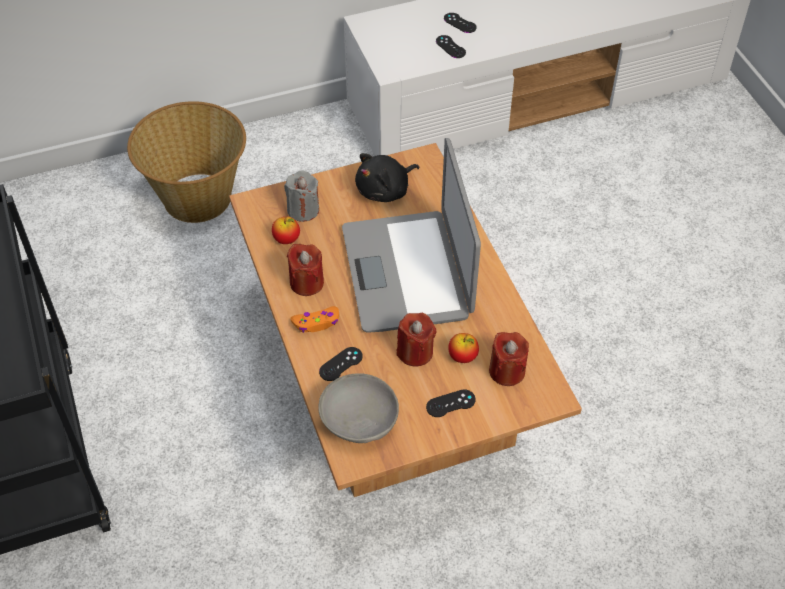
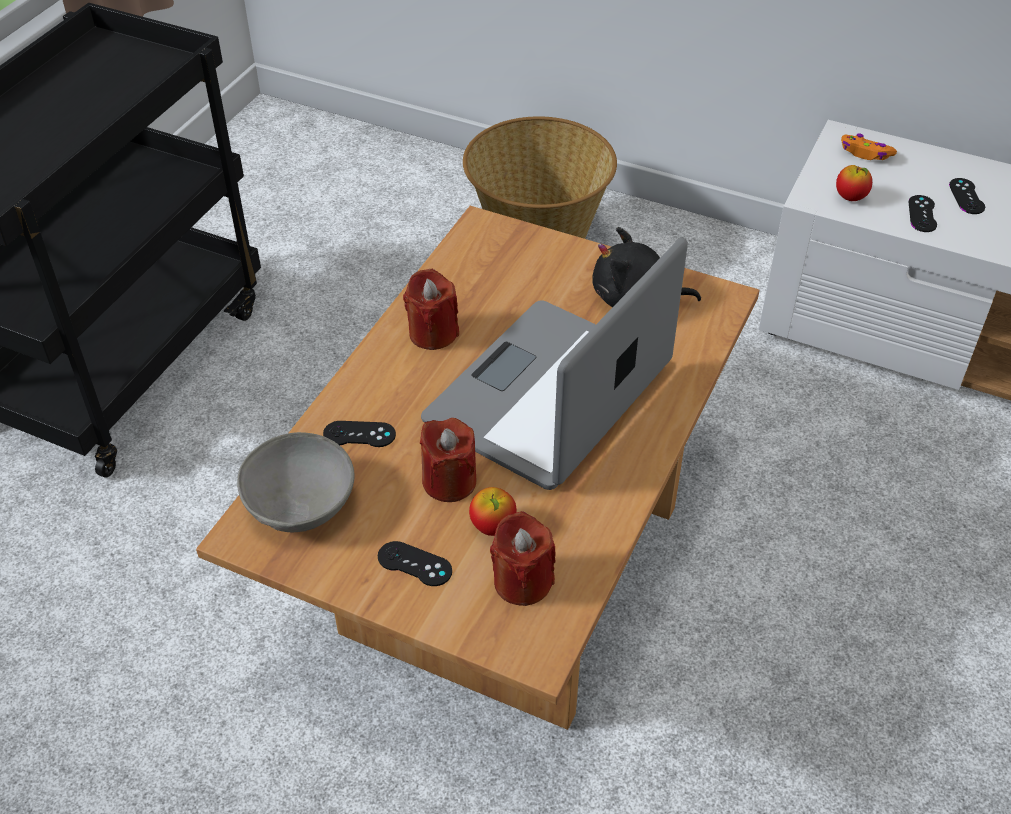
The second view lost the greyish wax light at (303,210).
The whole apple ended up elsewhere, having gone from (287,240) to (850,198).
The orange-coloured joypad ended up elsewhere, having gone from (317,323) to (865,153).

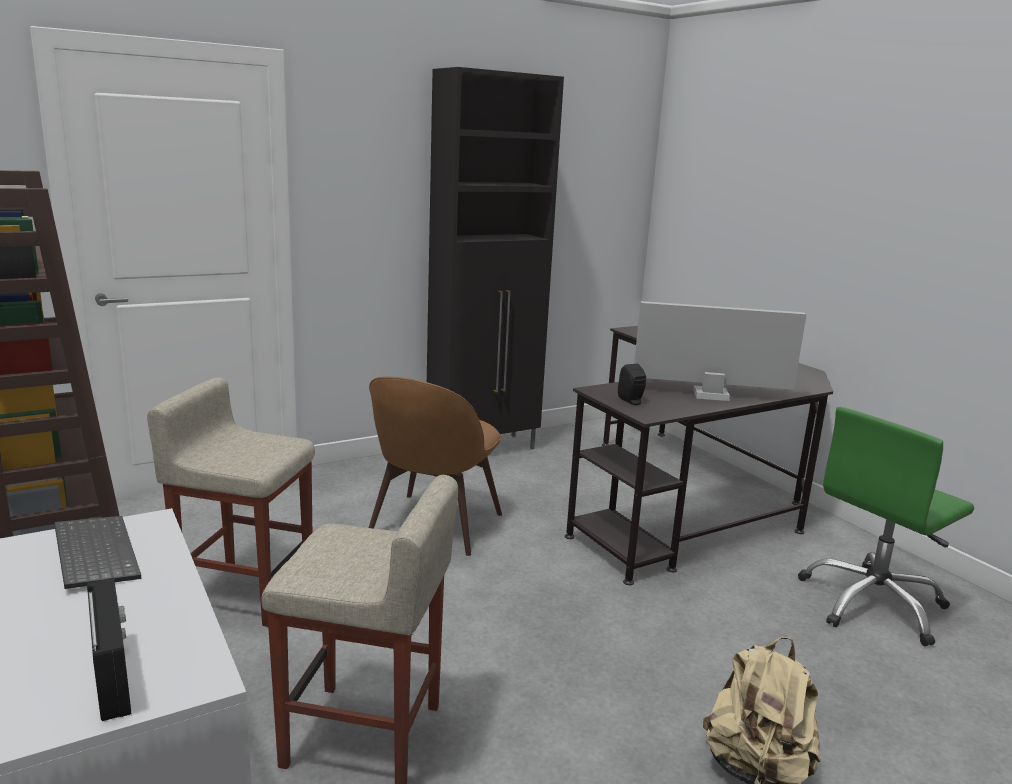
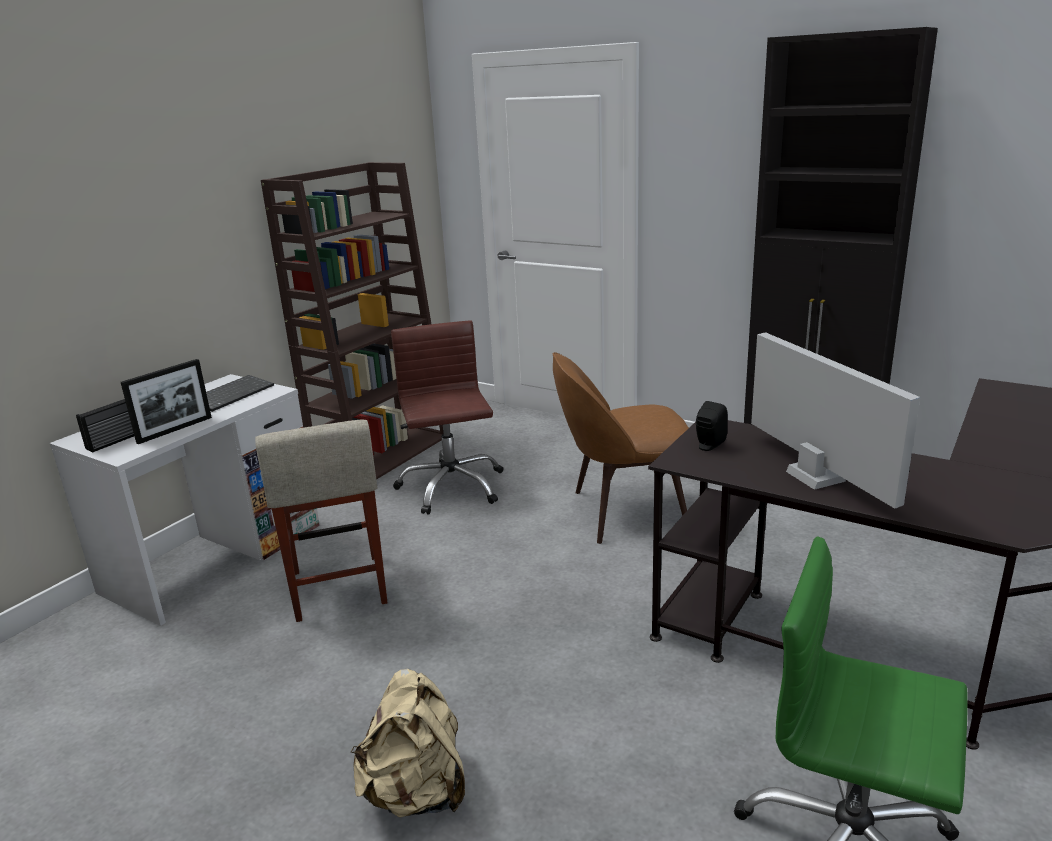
The second view gained the picture frame at (175,430).
Where the beige-coloured stool stood at (245,592), the brownish computer chair came to stand at (451,487).

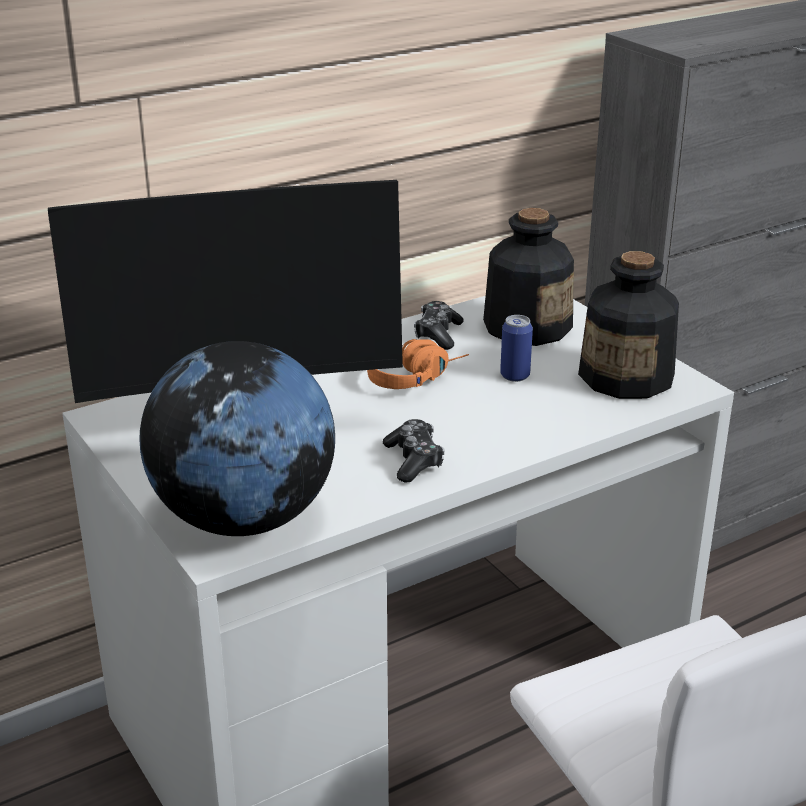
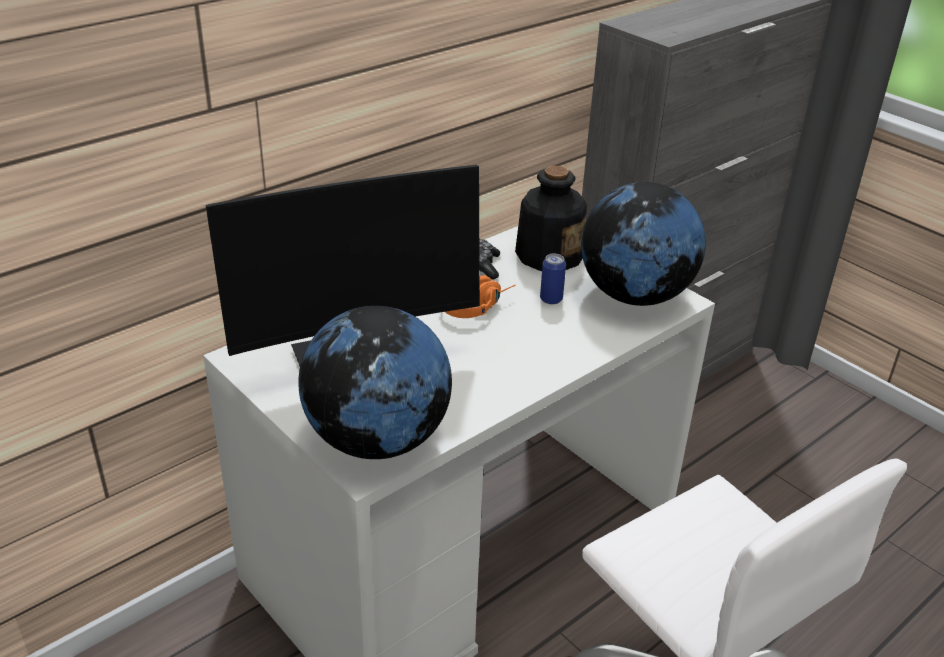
The second view lost the joypad at (414,460).
Where the bottle stood at (627,377), the desk globe came to stand at (634,295).

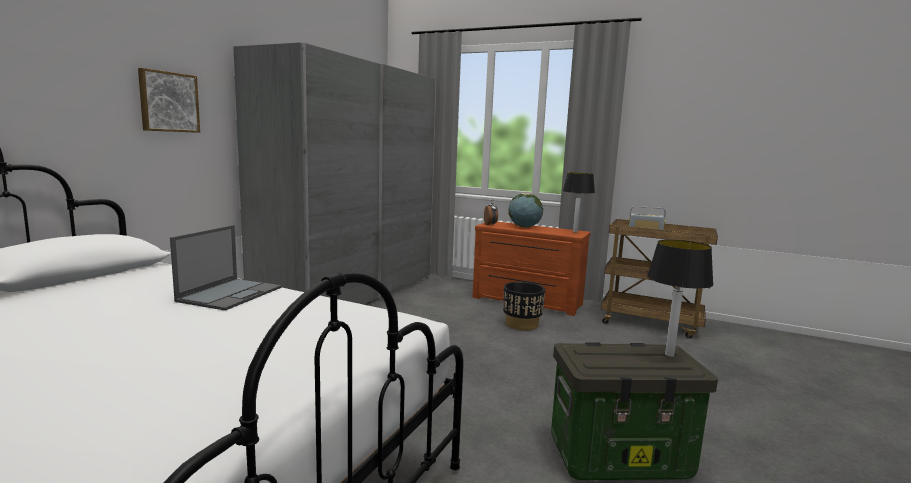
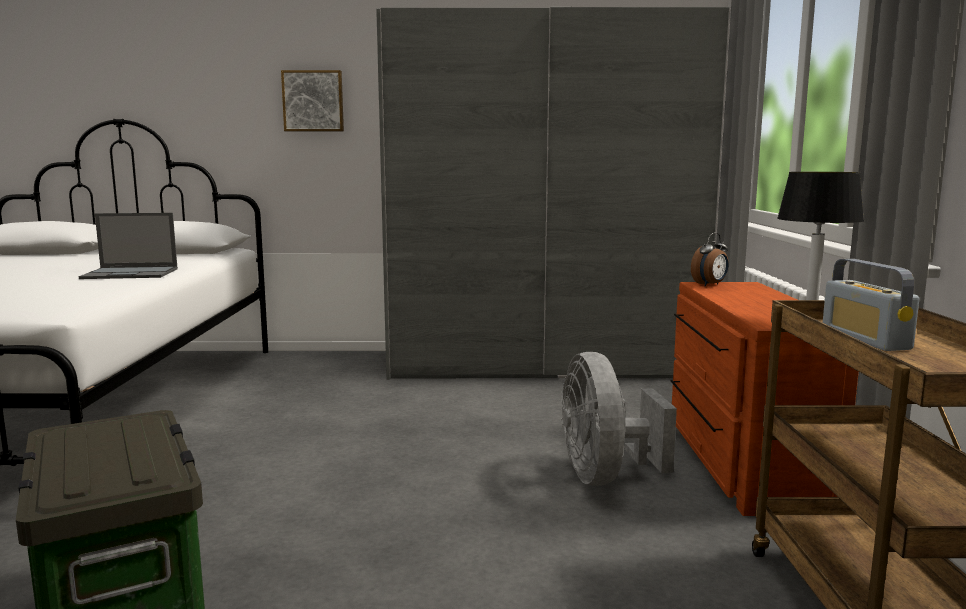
The second view lost the desk globe at (524,227).
The second view lost the lamp for a table at (669,355).
Where the blackish flower pot stood at (522,324), the greyish cooling fan came to stand at (605,476).

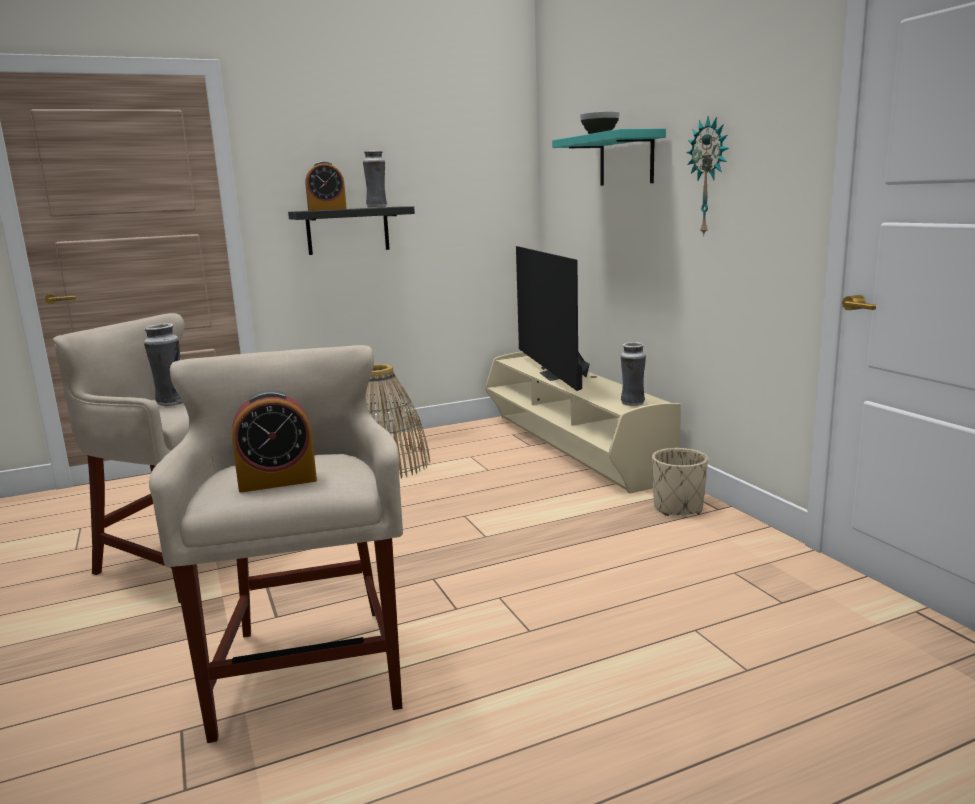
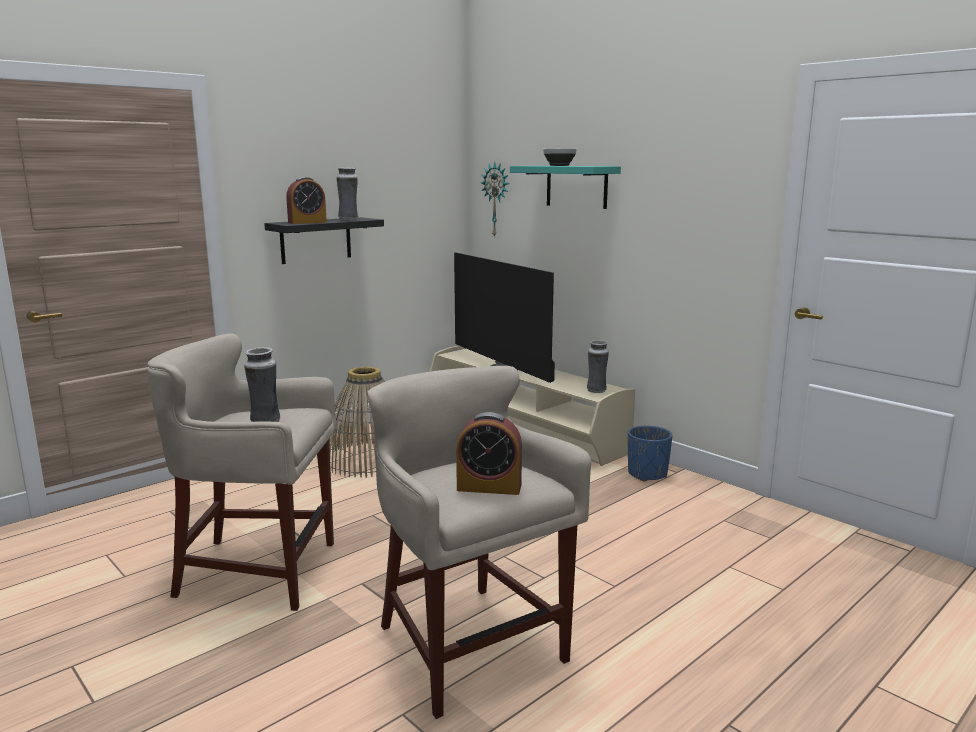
The wall clock ended up elsewhere, having gone from (709,177) to (496,200).
What was the beige-coloured flower pot at (678,508) turned into the blue-coloured flower pot at (647,474).
The bedside clock at (277,481) ended up facing another way, 45 degrees clockwise from before.

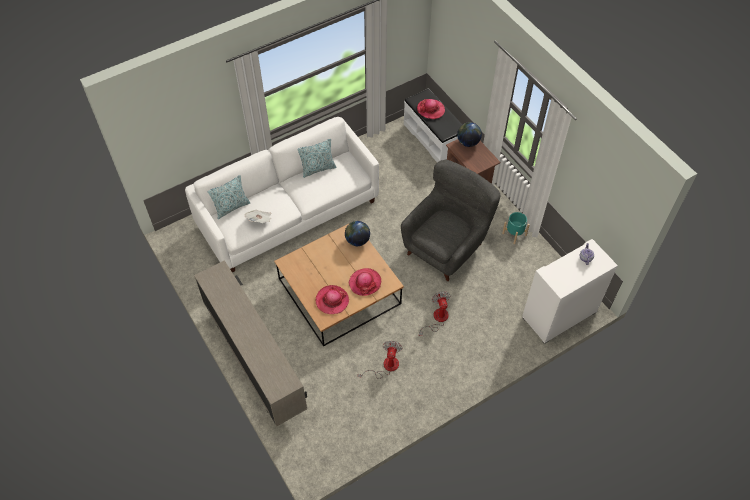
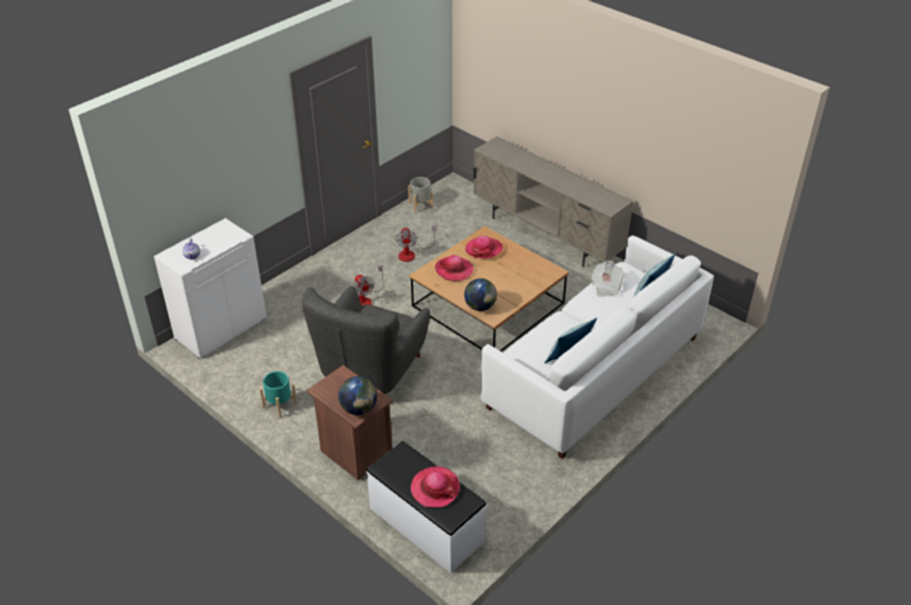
The second view gained the greyish flower pot at (420,206).

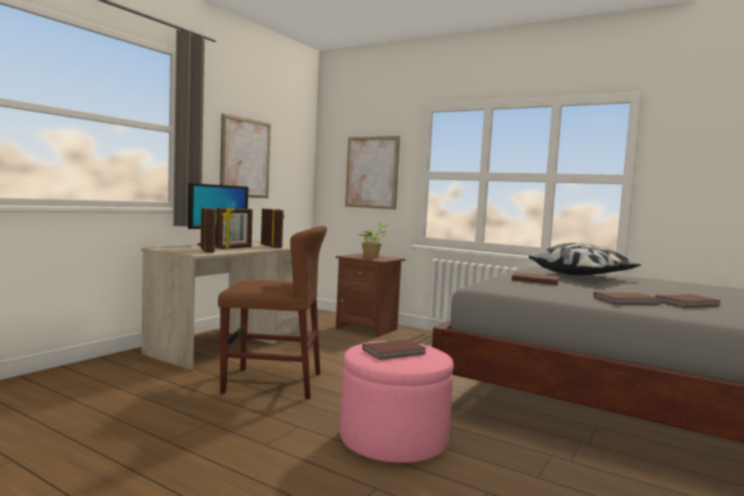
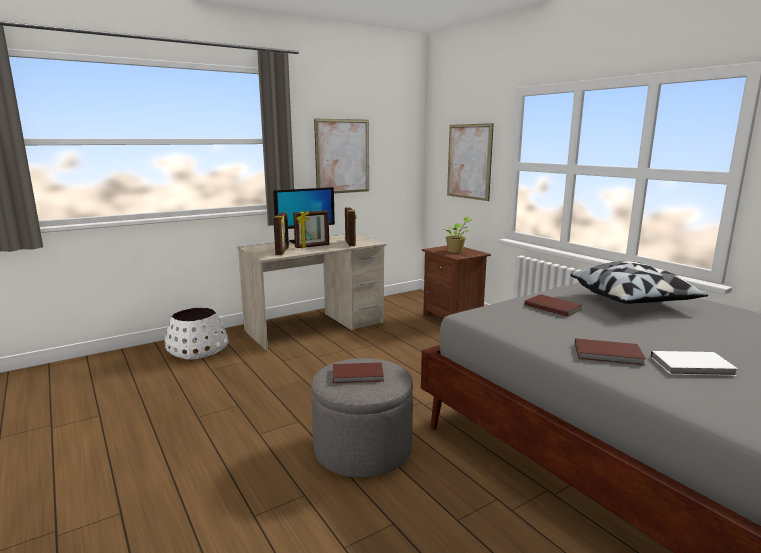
The second view lost the brownish upright chair at (273,383).
The second view gained the whitish flower pot at (197,350).
What was the pink ottoman at (393,439) turned into the greyish ottoman at (362,449).
What was the brownish book at (689,303) turned into the whitish book at (693,366).

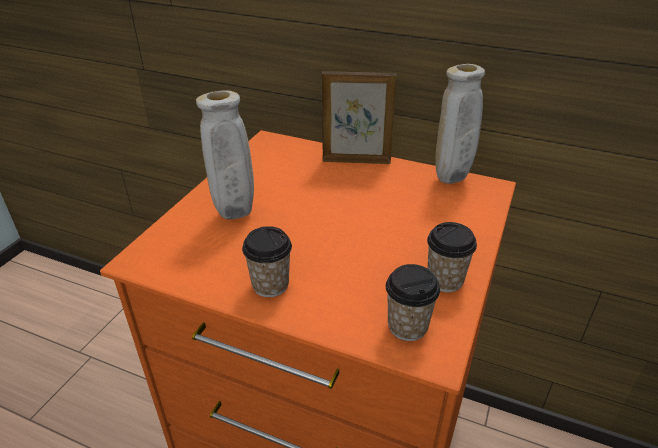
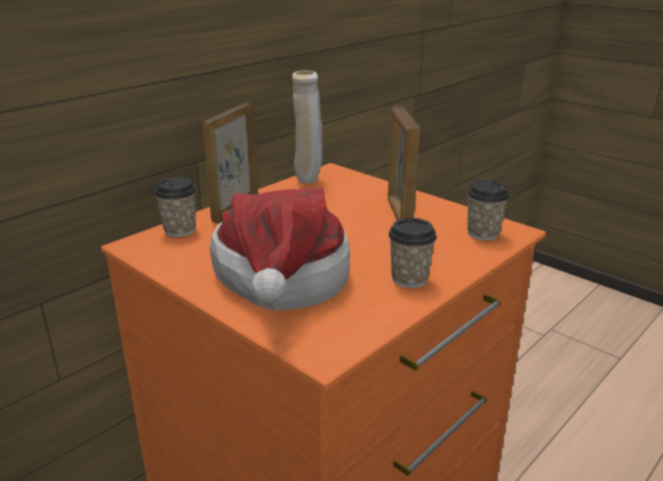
The second view gained the picture frame at (399,215).
The cup ended up elsewhere, having gone from (445,280) to (180,230).
Where the beige-coloured vase stood at (235,215), the clothing hat came to stand at (280,283).

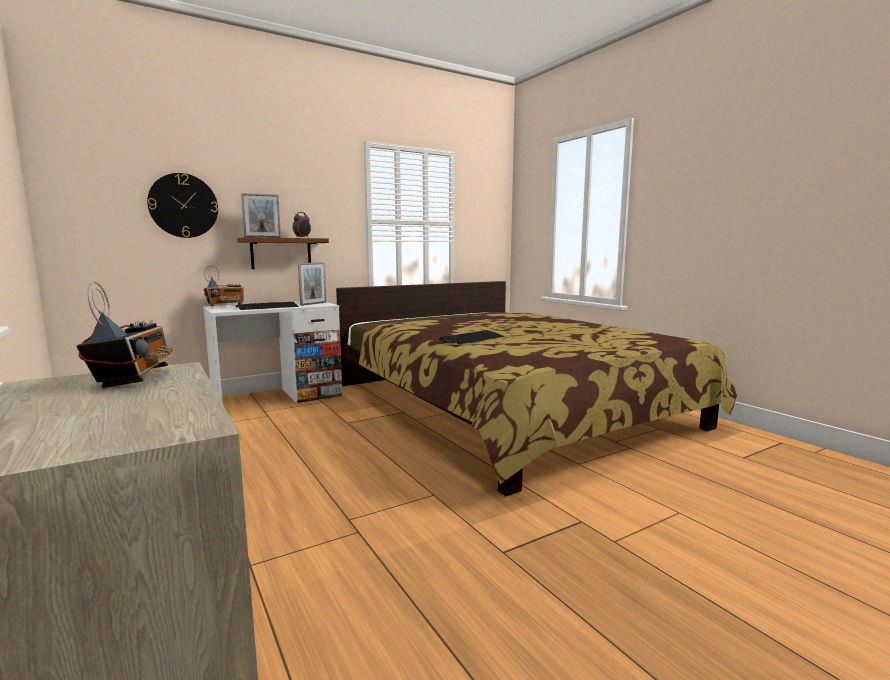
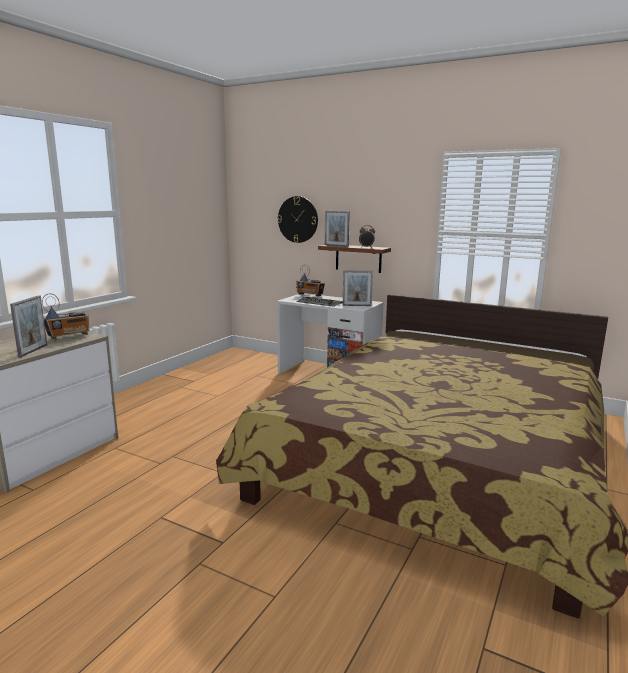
The second view lost the keyboard at (472,338).
The second view gained the picture frame at (33,351).

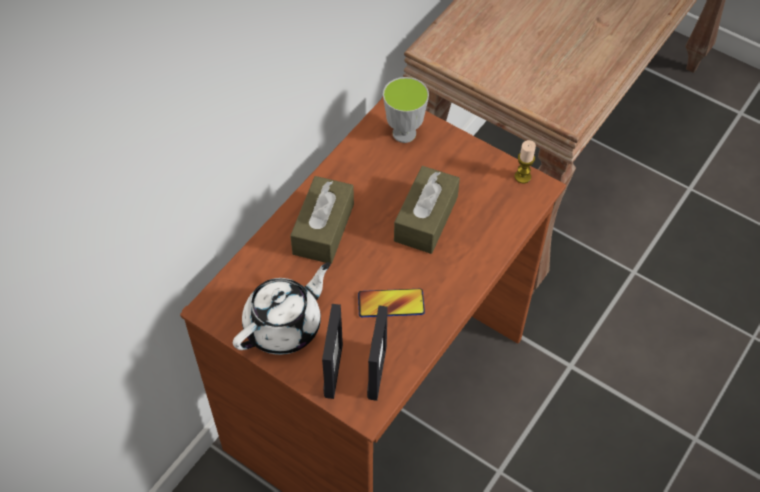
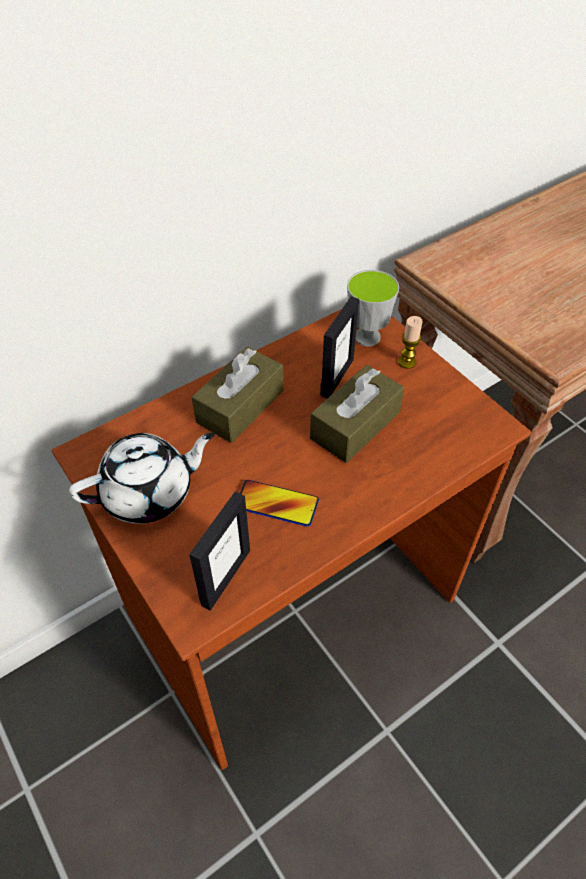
The picture frame ended up elsewhere, having gone from (333,371) to (336,377).
The wax light ended up elsewhere, having gone from (522,177) to (407,362).

